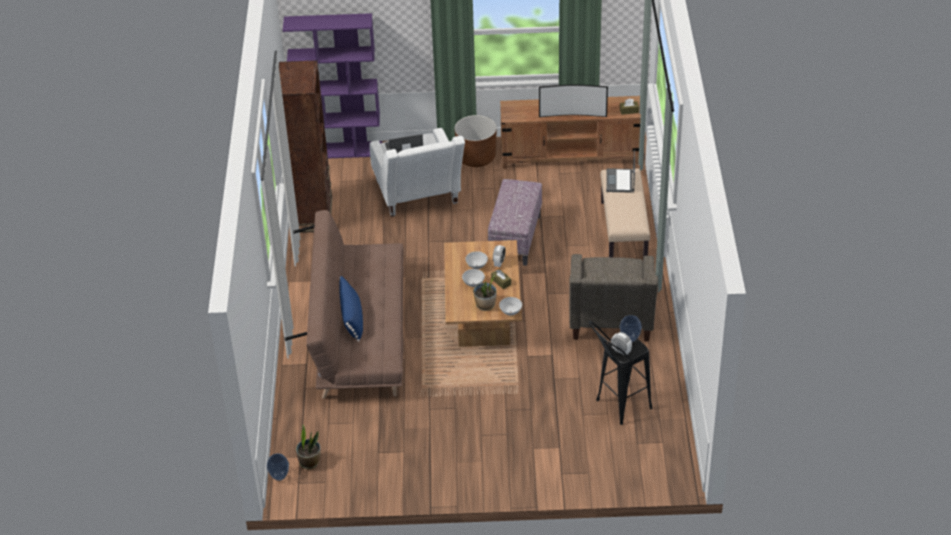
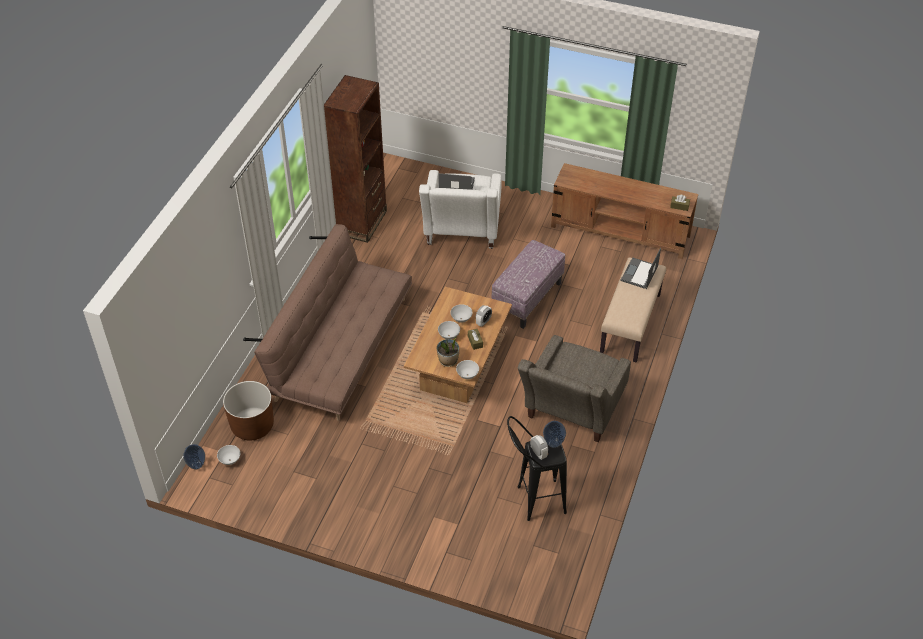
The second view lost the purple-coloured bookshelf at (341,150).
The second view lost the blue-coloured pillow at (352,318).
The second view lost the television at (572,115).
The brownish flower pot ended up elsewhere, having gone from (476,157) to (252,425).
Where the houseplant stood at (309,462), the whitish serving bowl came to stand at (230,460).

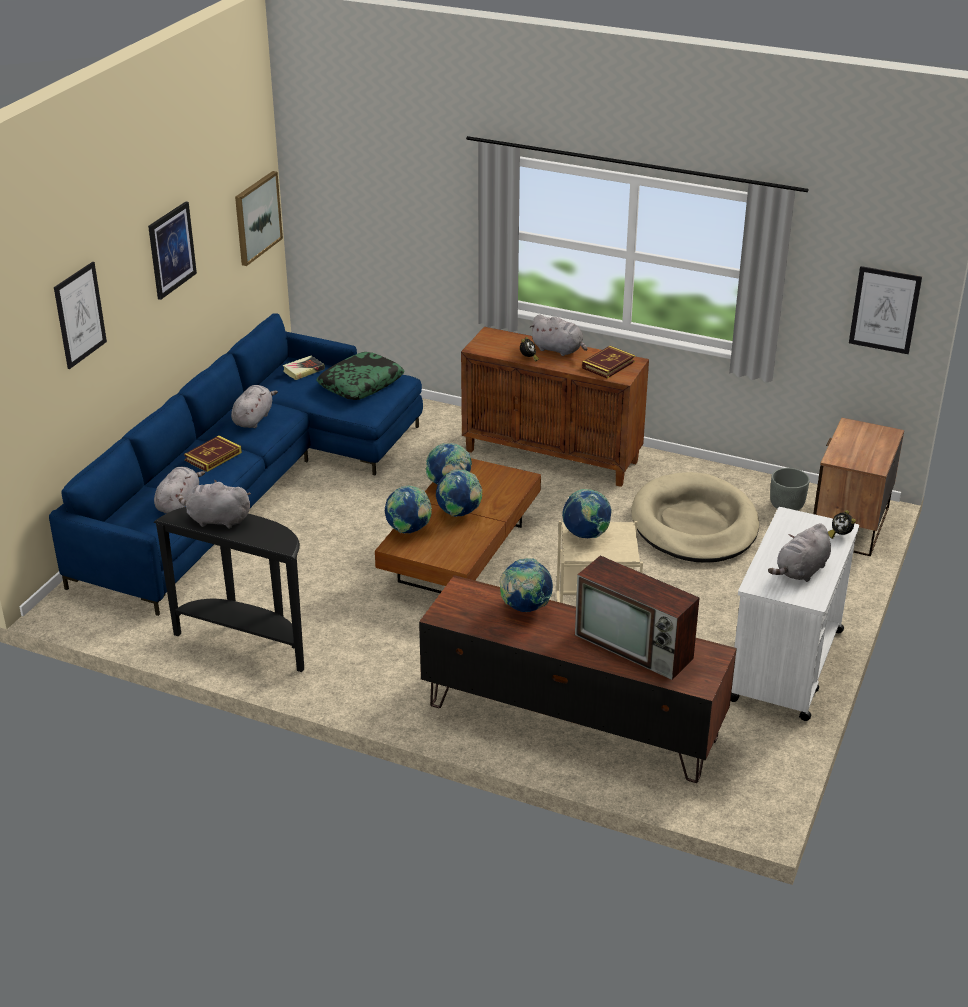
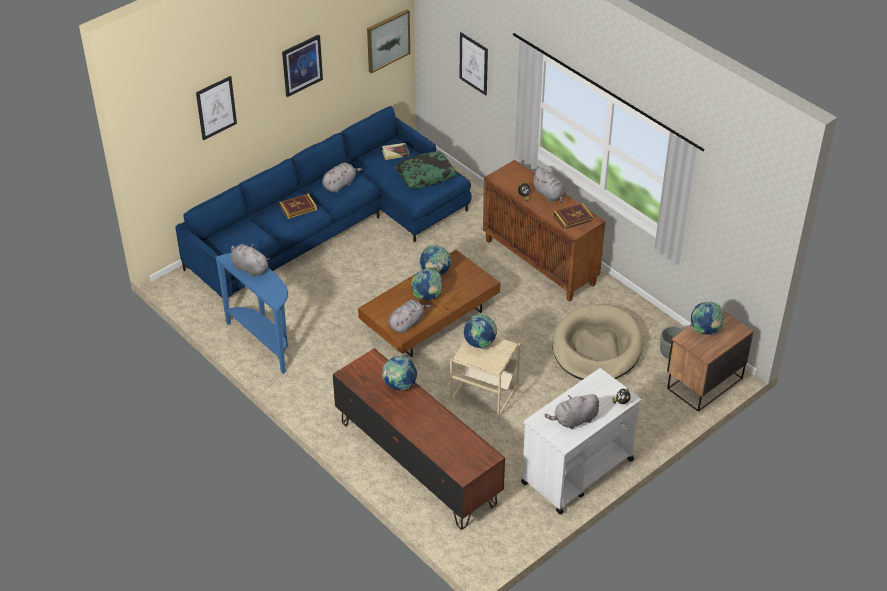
The second view lost the television at (636,647).
The greyish cuddly toy ended up elsewhere, having gone from (179,503) to (407,323).
The desk globe ended up elsewhere, having gone from (408,530) to (705,331).
The wall art ended up elsewhere, having gone from (884,310) to (473,63).
What was the blackish narrow table at (246,642) turned into the blue-coloured narrow table at (264,342).

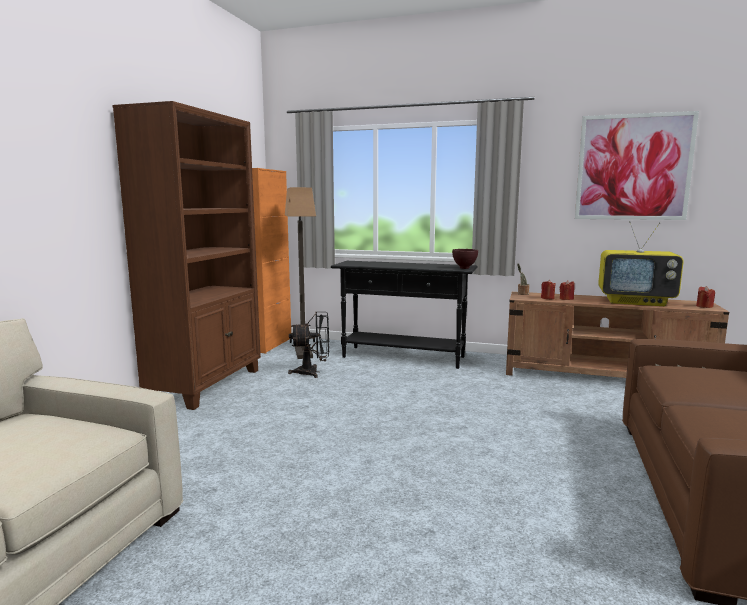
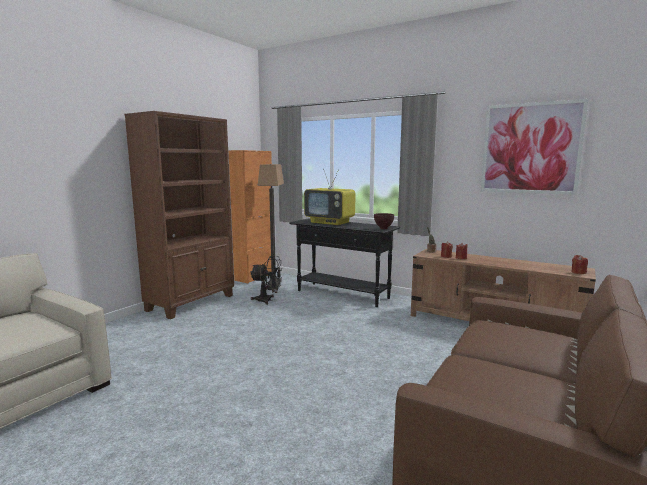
The television ended up elsewhere, having gone from (636,302) to (330,222).

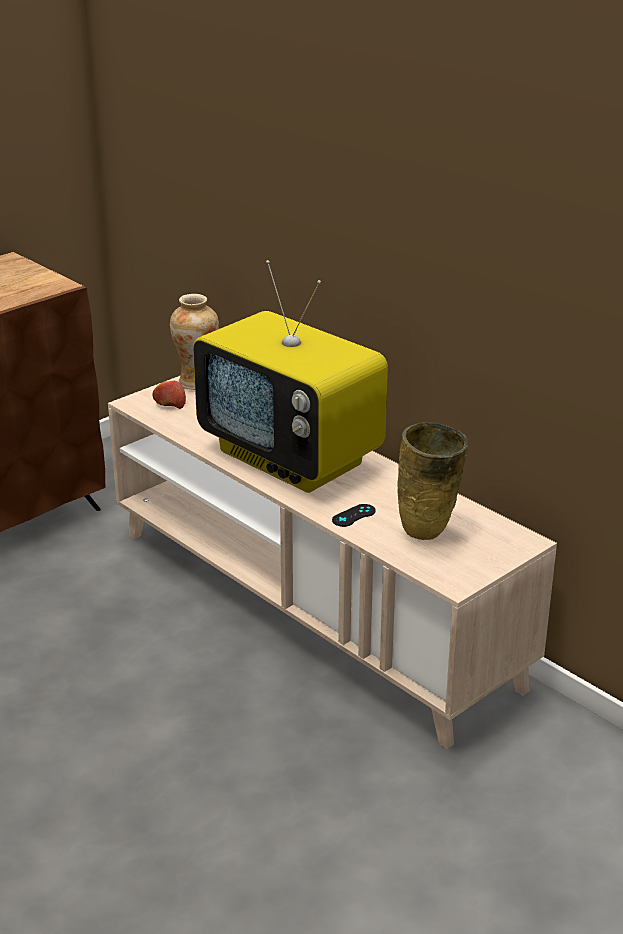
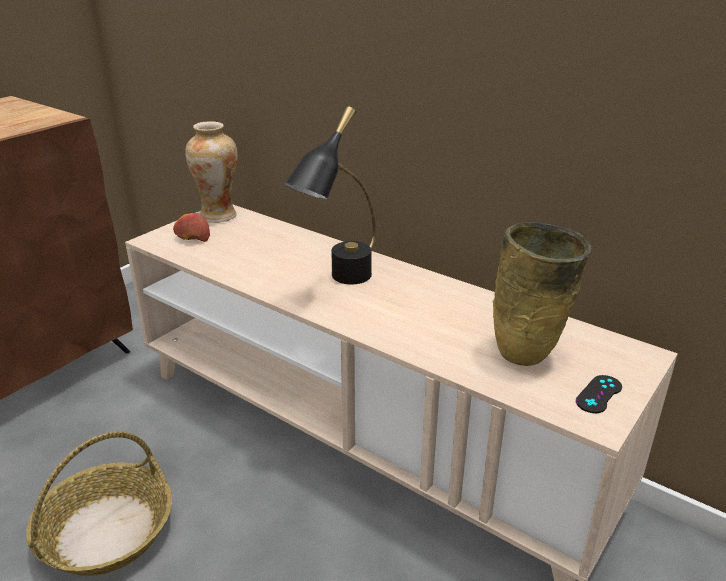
The second view gained the household basket at (106,532).
The blackish joypad ended up elsewhere, having gone from (353,515) to (599,394).
Where the television stood at (293,458), the blackish lamp for a table came to stand at (340,283).

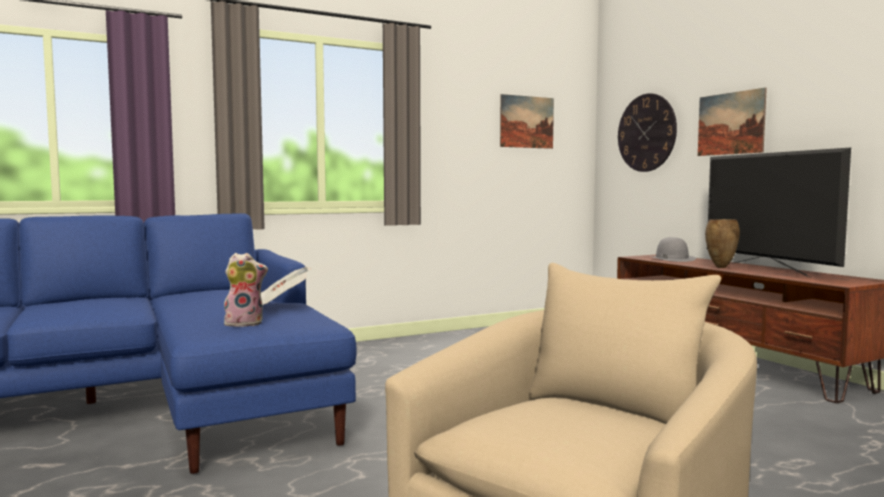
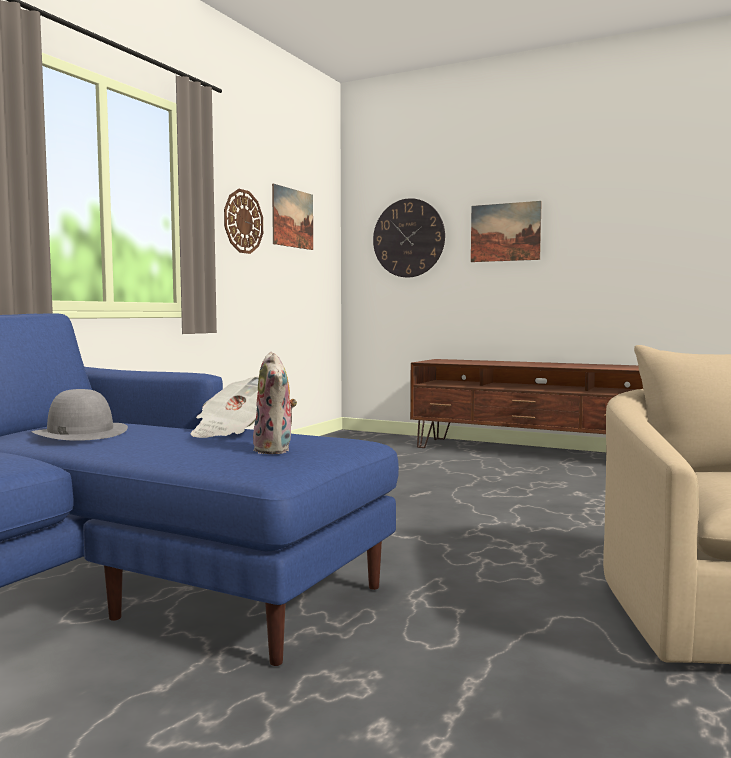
The second view lost the brownish vase at (720,267).
The second view lost the television at (767,270).
The second view gained the wall clock at (243,221).
The greyish clothing hat ended up elsewhere, having gone from (671,259) to (80,433).
The cuddly toy at (245,323) ended up facing another way, 120 degrees clockwise from before.

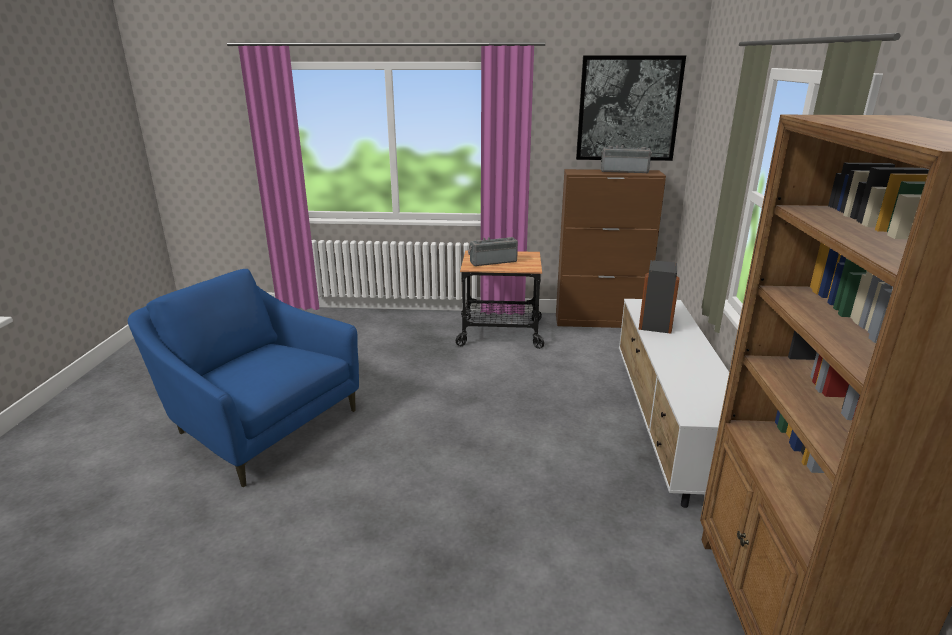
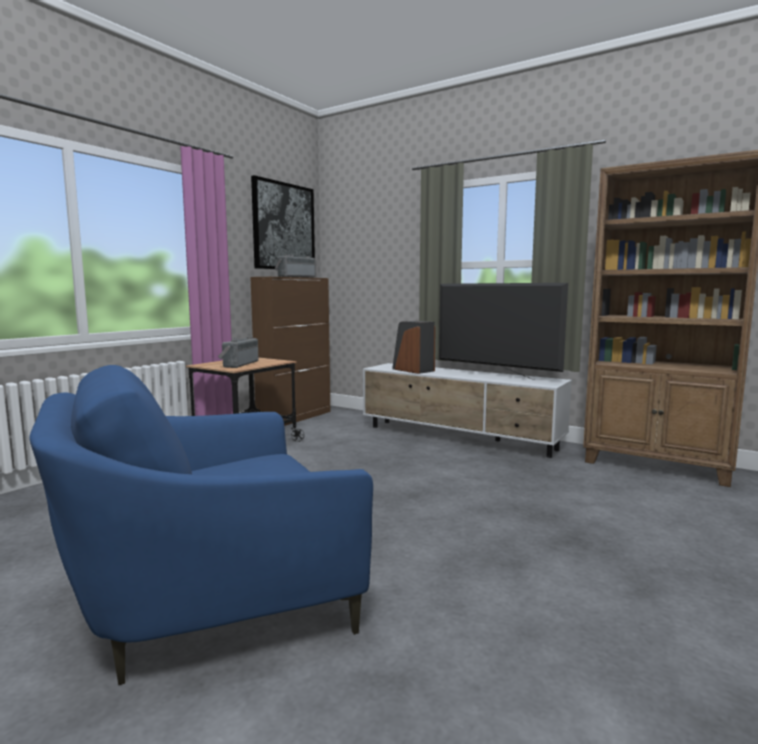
The second view gained the television at (496,375).

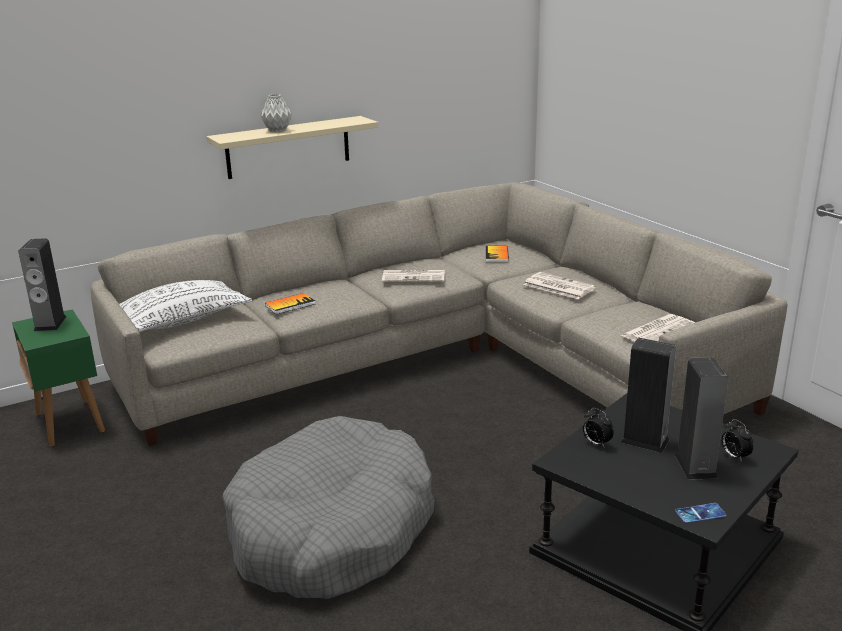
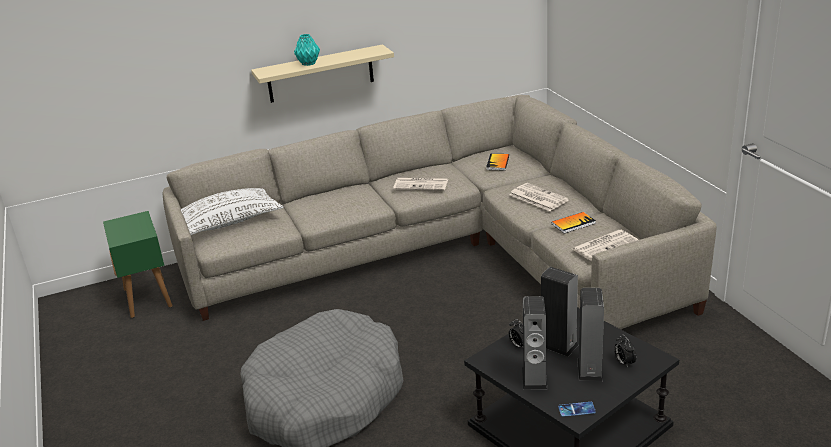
The audio speaker ended up elsewhere, having gone from (50,324) to (534,378).
The book ended up elsewhere, having gone from (290,305) to (573,223).
What was the greyish vase at (278,130) turned into the turquoise-coloured vase at (309,63).

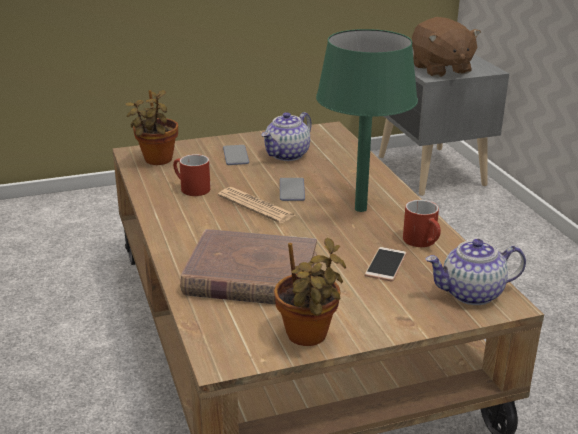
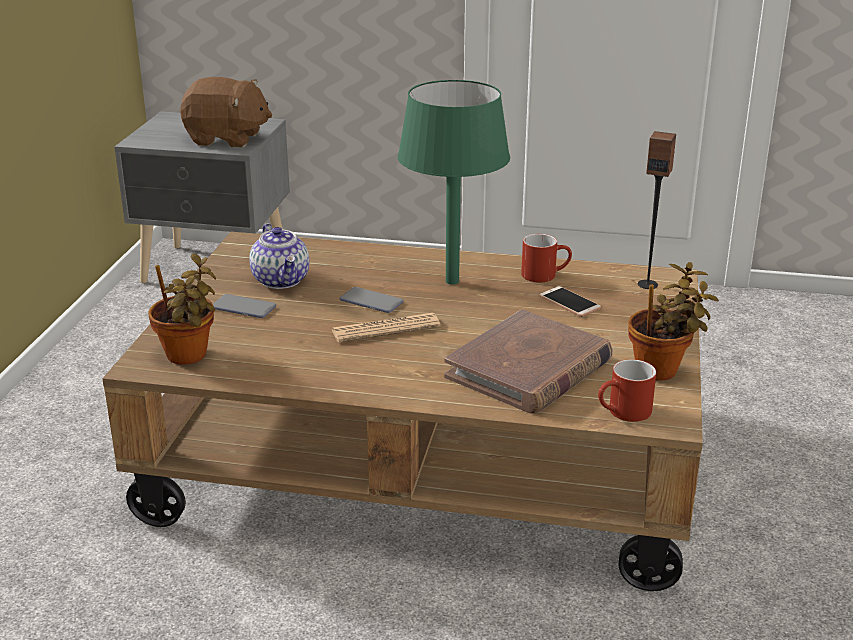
The reddish coffee mug ended up elsewhere, having gone from (190,188) to (623,413).
Where the teapot stood at (471,294), the audio speaker came to stand at (647,284).

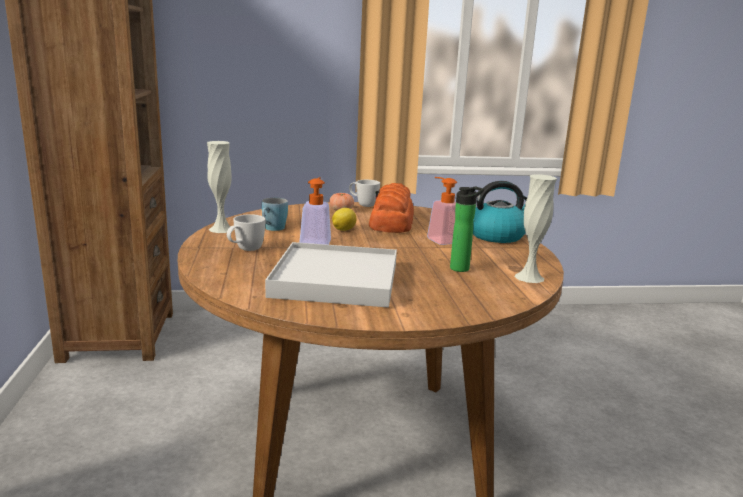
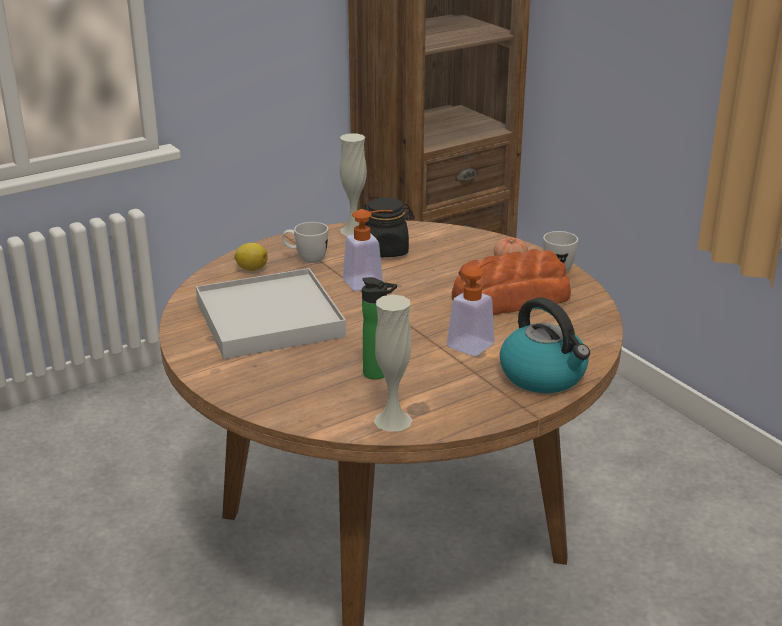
The citrus fruit ended up elsewhere, having gone from (343,230) to (251,269).
Where the blue-coloured coffee mug stood at (272,229), the blackish storage jar came to stand at (385,250).

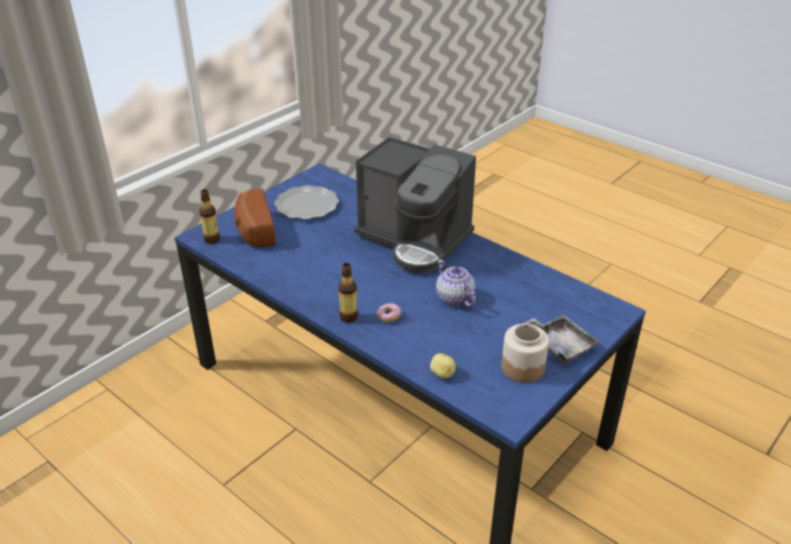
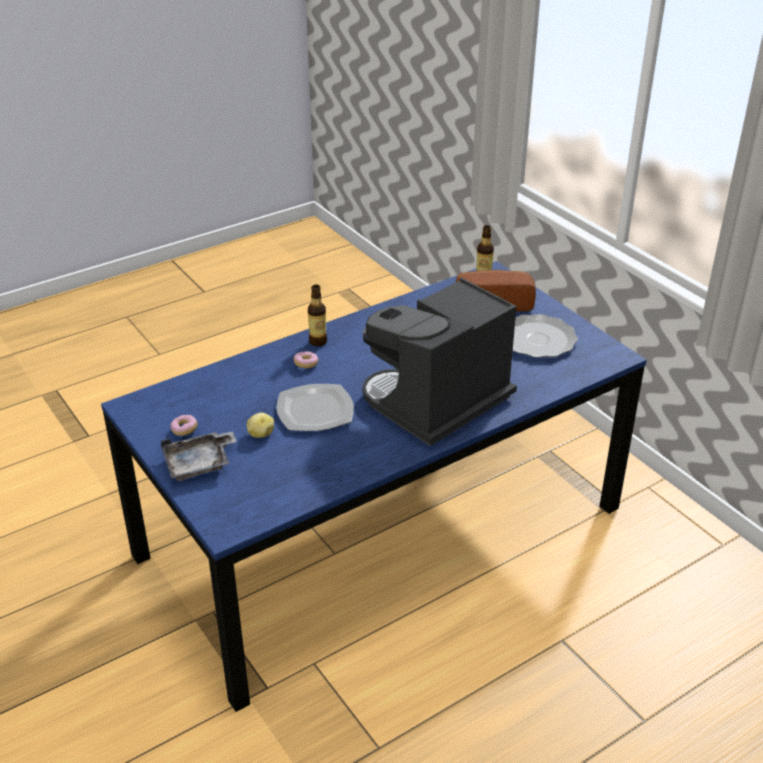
The potato ended up elsewhere, having gone from (442,374) to (260,434).
Where the teapot stood at (454,298), the flat dish came to stand at (314,410).
Where the storage jar stood at (522,367), the donut came to stand at (184,430).

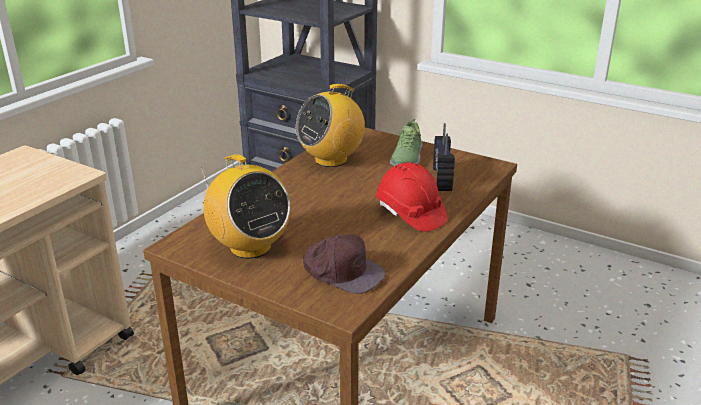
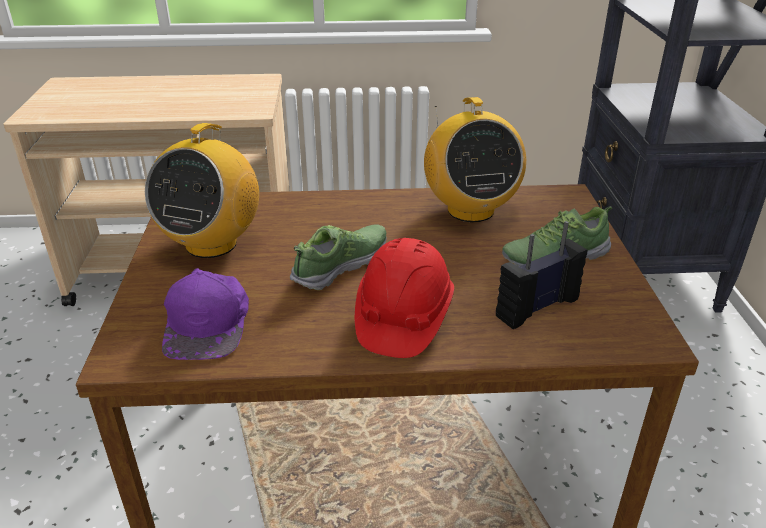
The second view gained the shoe at (341,265).
What was the brownish cap at (342,271) turned into the purple-coloured cap at (209,322).
The radio set at (331,160) ended up facing another way, 120 degrees counterclockwise from before.

